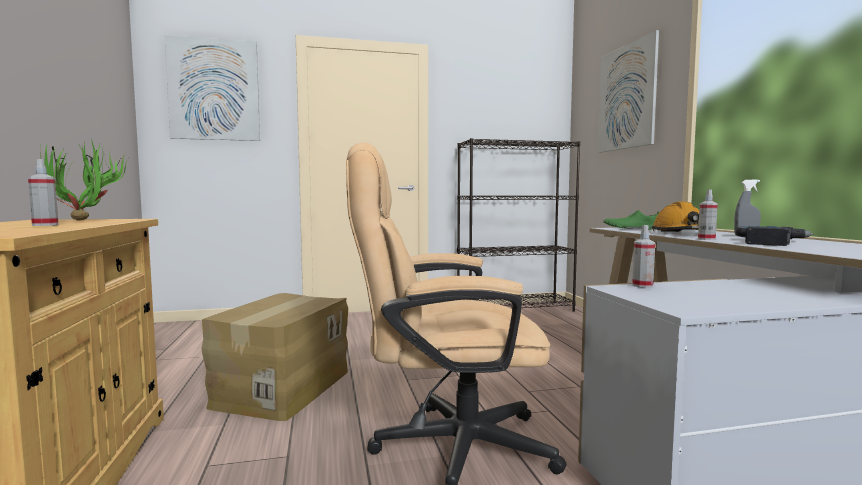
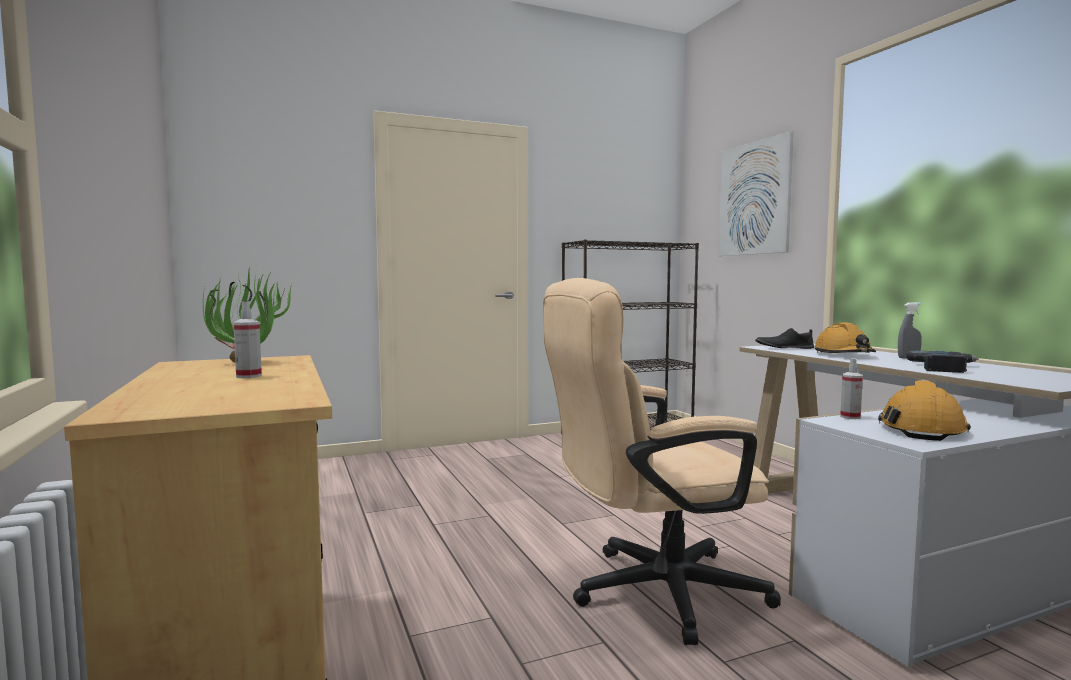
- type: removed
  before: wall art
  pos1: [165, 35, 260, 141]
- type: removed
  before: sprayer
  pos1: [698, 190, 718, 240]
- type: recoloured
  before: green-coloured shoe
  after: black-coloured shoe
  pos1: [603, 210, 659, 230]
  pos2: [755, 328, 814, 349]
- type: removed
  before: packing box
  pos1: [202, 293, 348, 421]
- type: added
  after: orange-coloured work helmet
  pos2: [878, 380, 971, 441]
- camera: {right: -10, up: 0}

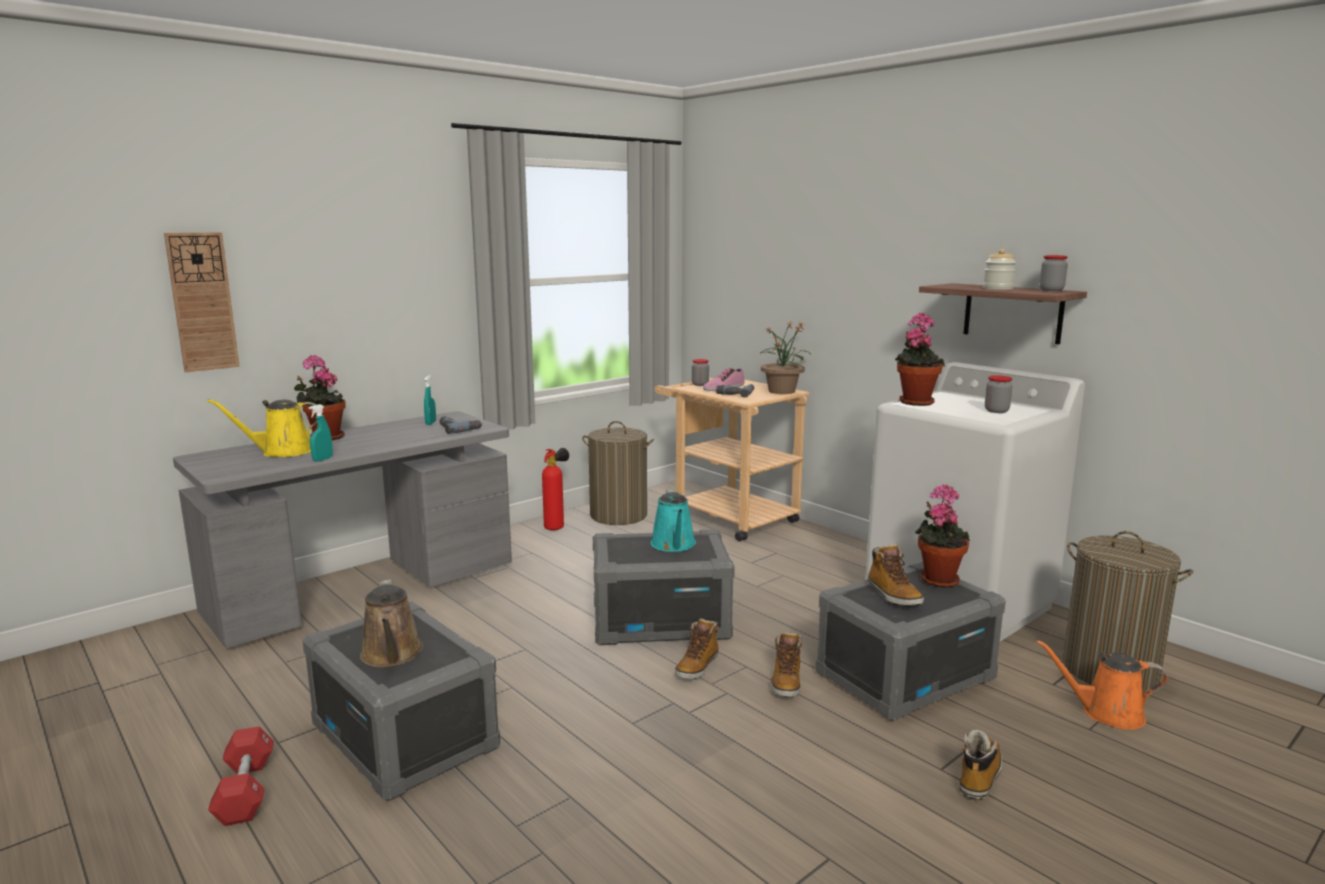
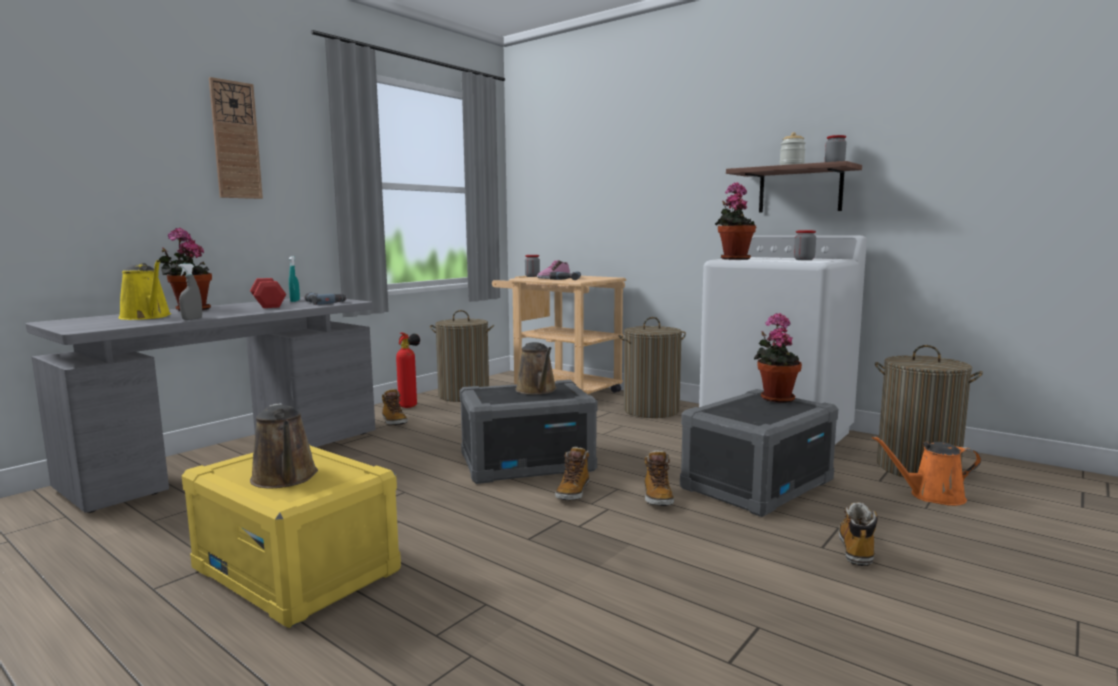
- type: moved
  before: hanging clock
  pos1: [164, 232, 240, 372]
  pos2: [209, 77, 263, 199]
- type: removed
  before: potted plant
  pos1: [760, 321, 811, 394]
- type: turned
  before: yellowish watering can
  pos1: [207, 399, 317, 457]
  pos2: [119, 260, 171, 320]
  turn: -105
- type: recoloured
  before: turquoise-coloured sprayer
  after: gray sprayer
  pos1: [309, 404, 333, 462]
  pos2: [178, 263, 202, 320]
- type: recoloured
  before: turquoise-coloured watering can
  after: brown watering can
  pos1: [651, 490, 696, 552]
  pos2: [516, 342, 557, 395]
- type: moved
  before: tall boot
  pos1: [868, 544, 924, 605]
  pos2: [382, 389, 408, 426]
- type: recoloured
  before: gray storage box
  after: yellowish storage box
  pos1: [302, 601, 500, 801]
  pos2: [182, 445, 401, 628]
- type: moved
  before: red-coloured free weight
  pos1: [208, 726, 274, 826]
  pos2: [250, 278, 286, 308]
- type: added
  after: washing basket
  pos2: [619, 317, 686, 418]
- camera: {right: -10, up: -5}

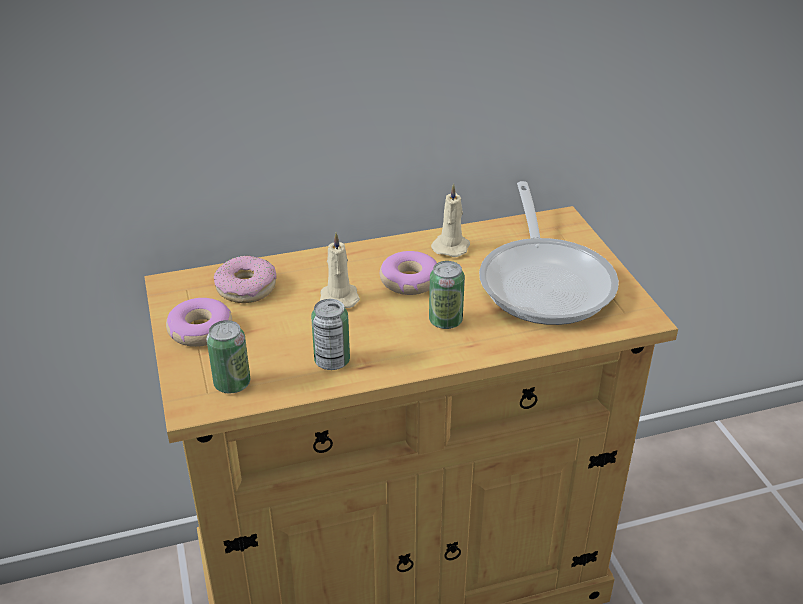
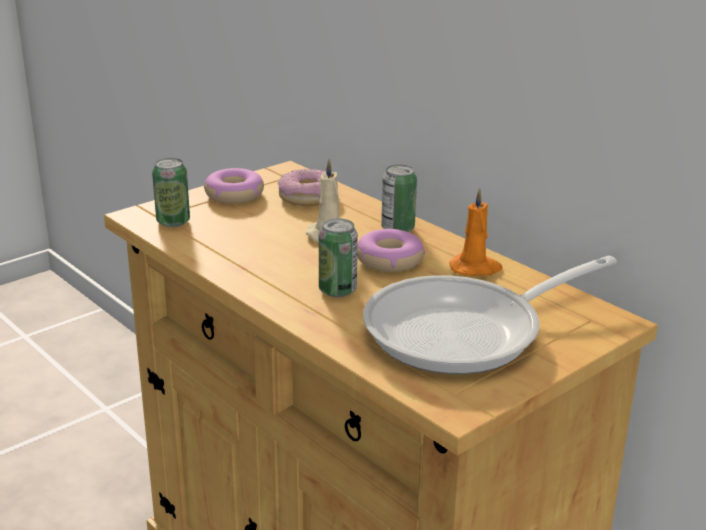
- type: recoloured
  before: sand-coloured wax light
  after: orange-coloured wax light
  pos1: [431, 184, 470, 257]
  pos2: [449, 188, 503, 276]
- type: moved
  before: metal can
  pos1: [311, 299, 350, 370]
  pos2: [381, 164, 417, 232]
- camera: {right: 65, up: -10}

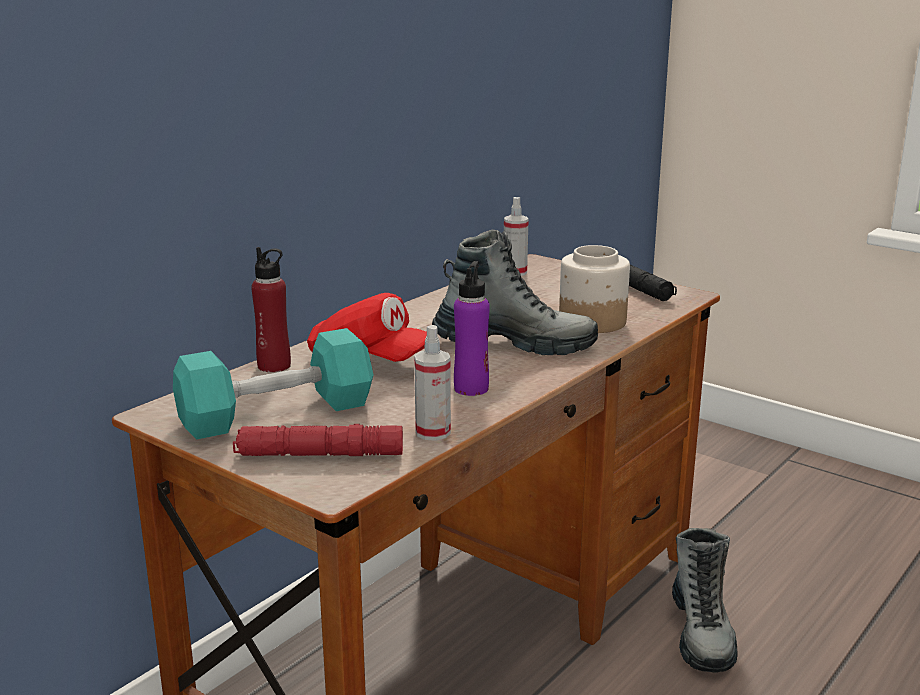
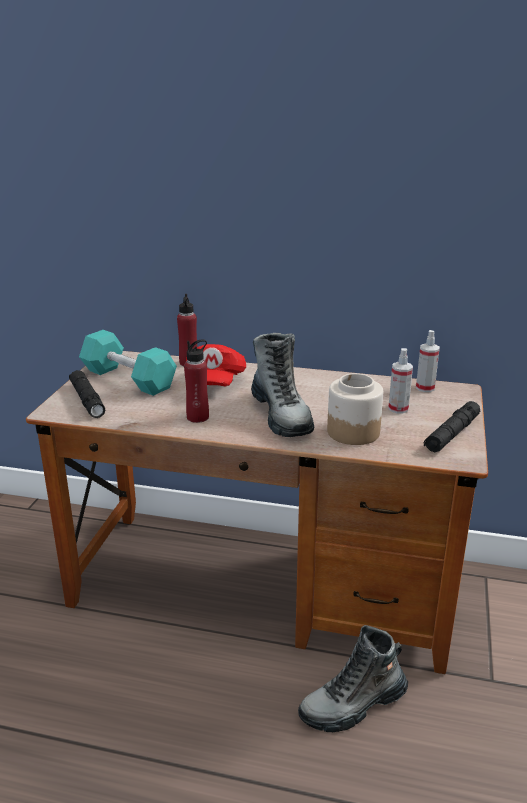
- type: recoloured
  before: purple-coloured drink bottle
  after: red-coloured drink bottle
  pos1: [454, 261, 490, 396]
  pos2: [184, 339, 209, 423]
- type: moved
  before: sprayer
  pos1: [414, 325, 451, 441]
  pos2: [388, 348, 413, 413]
- type: recoloured
  before: red-coloured flashlight
  after: black-coloured flashlight
  pos1: [233, 424, 403, 456]
  pos2: [69, 370, 105, 418]
- camera: {right: 65, up: 5}

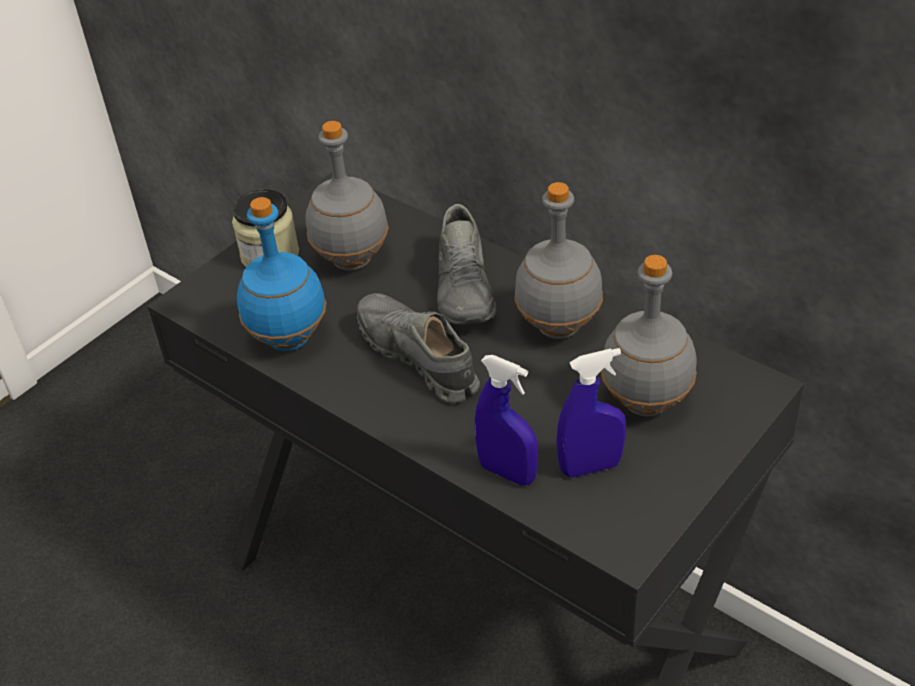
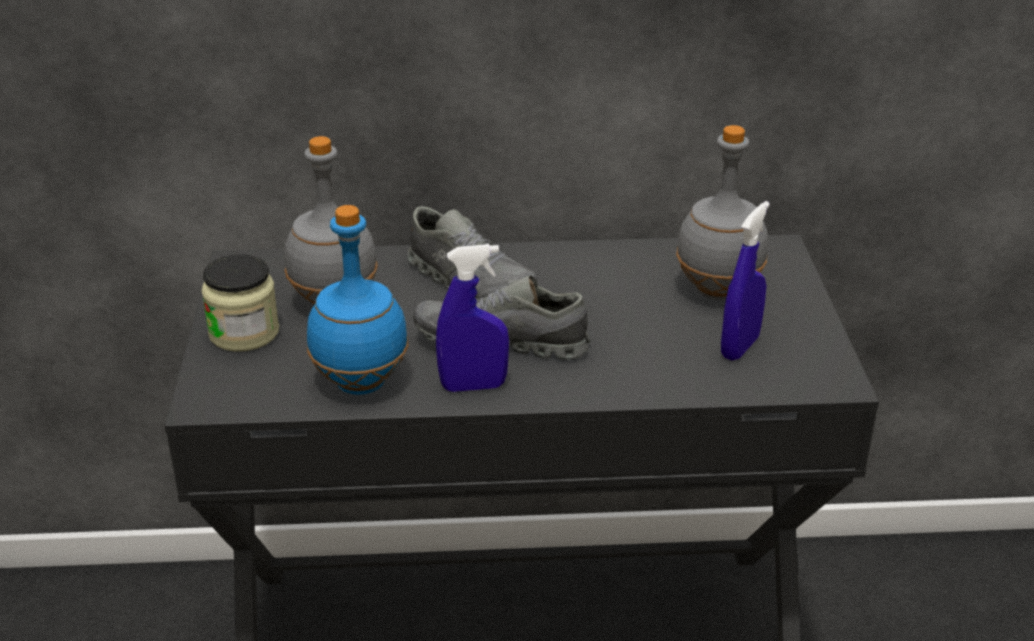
- type: removed
  before: gray drink bottle
  pos1: [514, 182, 603, 339]
- type: moved
  before: bluish sprayer
  pos1: [475, 355, 538, 486]
  pos2: [436, 244, 509, 392]
- camera: {right: -45, up: -10}

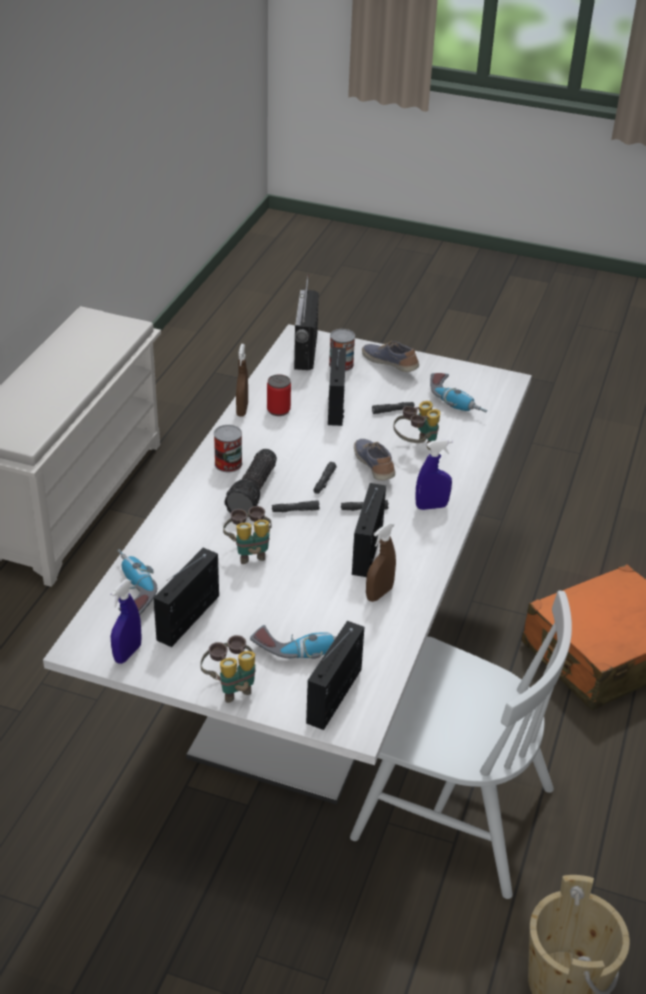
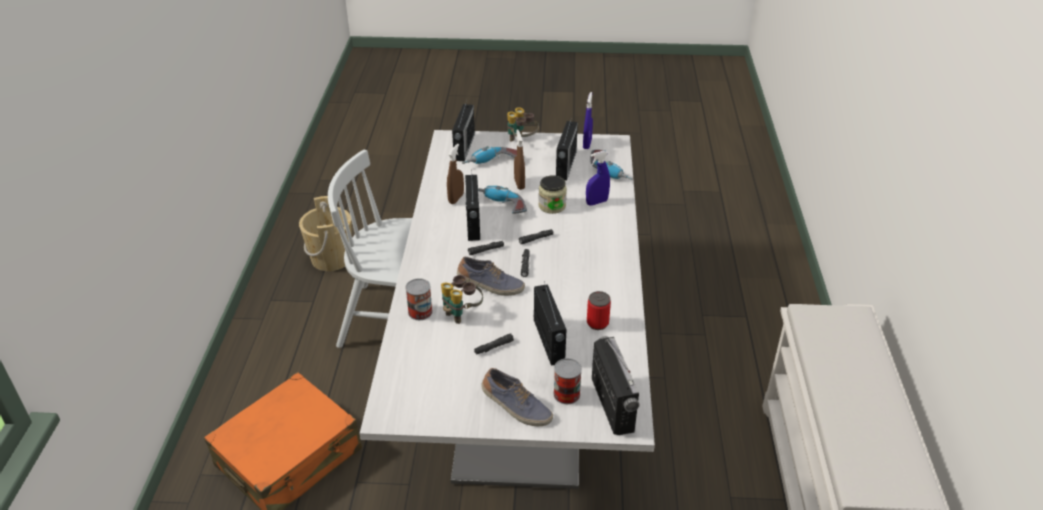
- type: moved
  before: brown sprayer
  pos1: [236, 344, 248, 417]
  pos2: [514, 129, 525, 190]
- type: moved
  before: drill
  pos1: [430, 373, 487, 412]
  pos2: [478, 186, 527, 214]
- type: moved
  before: metal can
  pos1: [214, 425, 242, 472]
  pos2: [405, 278, 433, 320]
- type: turned
  before: shoe
  pos1: [354, 439, 395, 481]
  pos2: [457, 257, 525, 296]
  turn: -45
- type: moved
  before: bluish sprayer
  pos1: [415, 439, 453, 510]
  pos2: [586, 151, 610, 206]
- type: removed
  before: flashlight
  pos1: [225, 449, 277, 513]
- type: replaced
  before: pair of binoculars
  after: storage jar
  pos1: [223, 506, 272, 564]
  pos2: [539, 175, 567, 214]
- camera: {right: 165, up: 0}

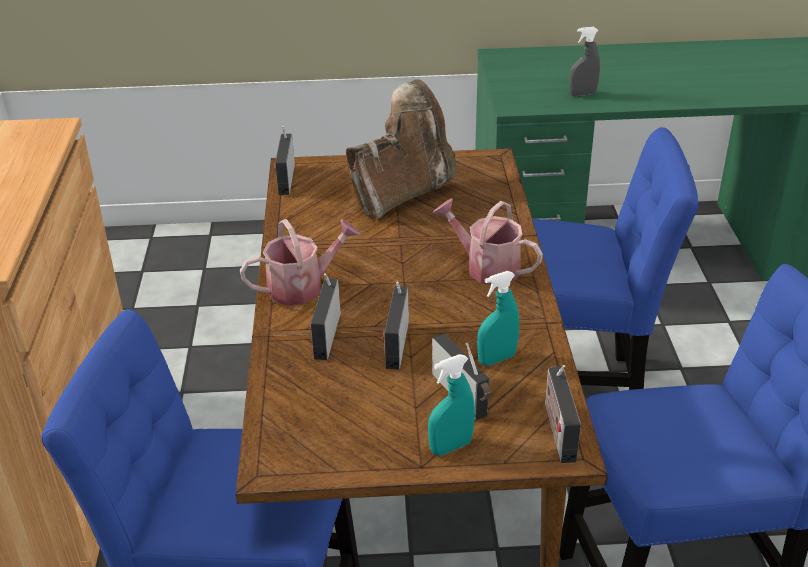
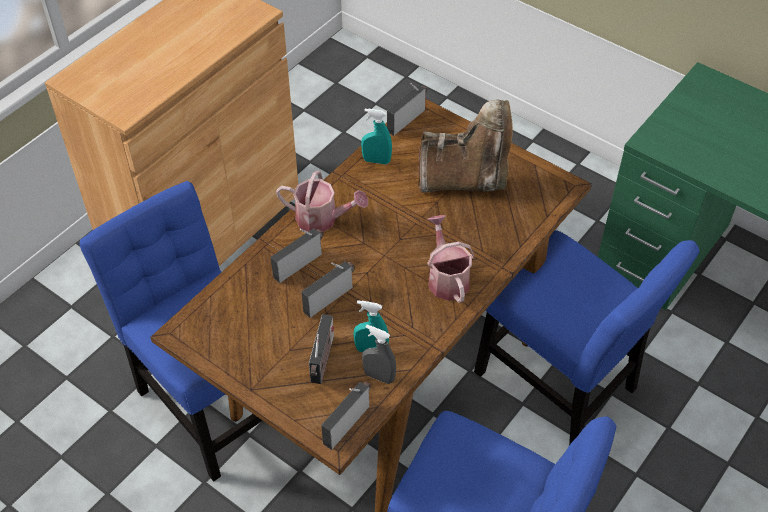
- type: moved
  before: gray sprayer
  pos1: [569, 27, 600, 96]
  pos2: [362, 325, 396, 384]
- type: moved
  before: turquoise-coloured sprayer
  pos1: [428, 354, 475, 455]
  pos2: [361, 109, 392, 164]
- camera: {right: 40, up: 15}

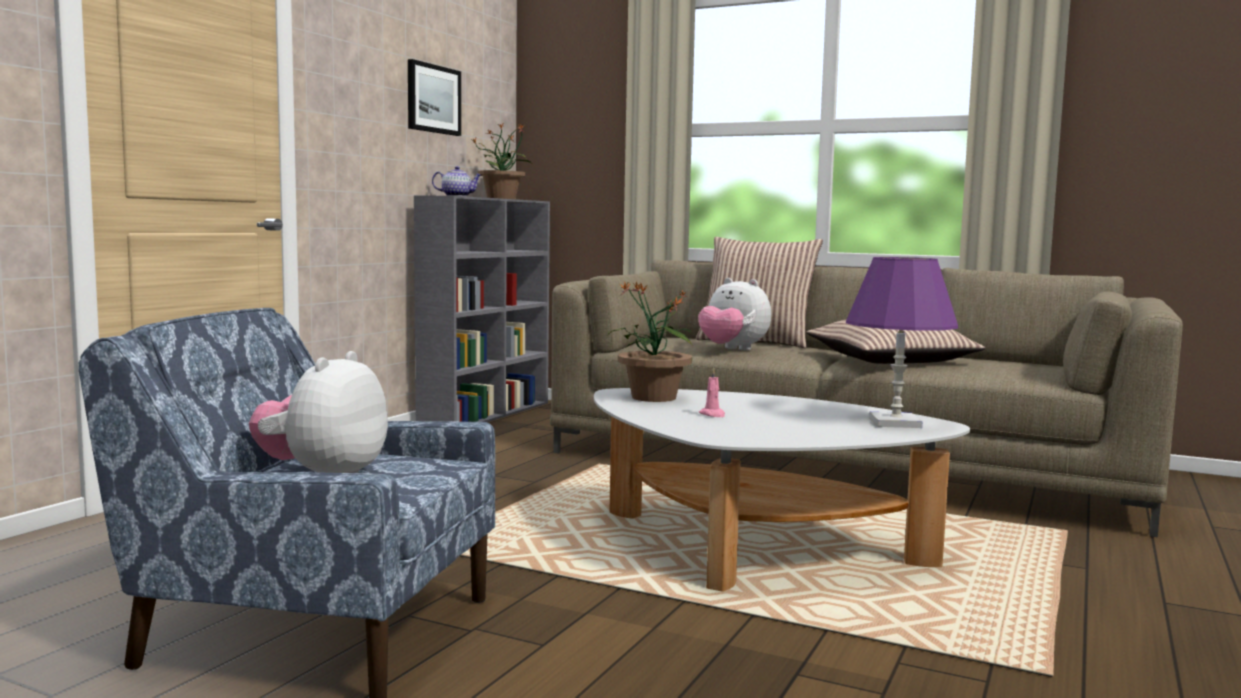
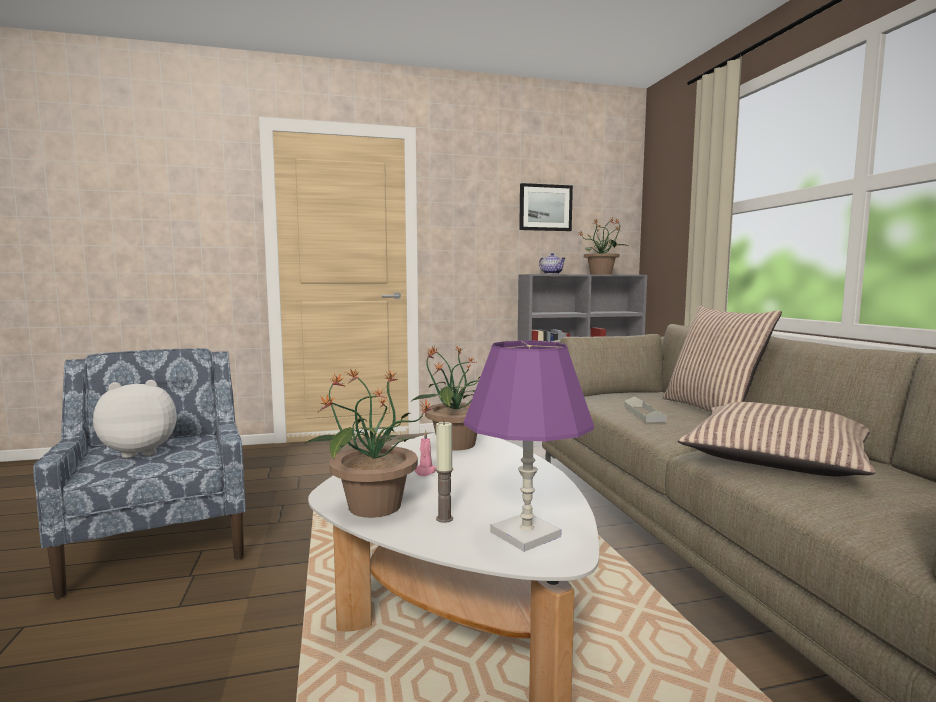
- type: replaced
  before: plush toy
  after: gray carrying tray
  pos1: [698, 278, 771, 350]
  pos2: [624, 397, 667, 422]
- type: added
  after: potted plant
  pos2: [303, 368, 433, 518]
- type: added
  after: wax light
  pos2: [436, 421, 453, 523]
- camera: {right: 50, up: 0}

